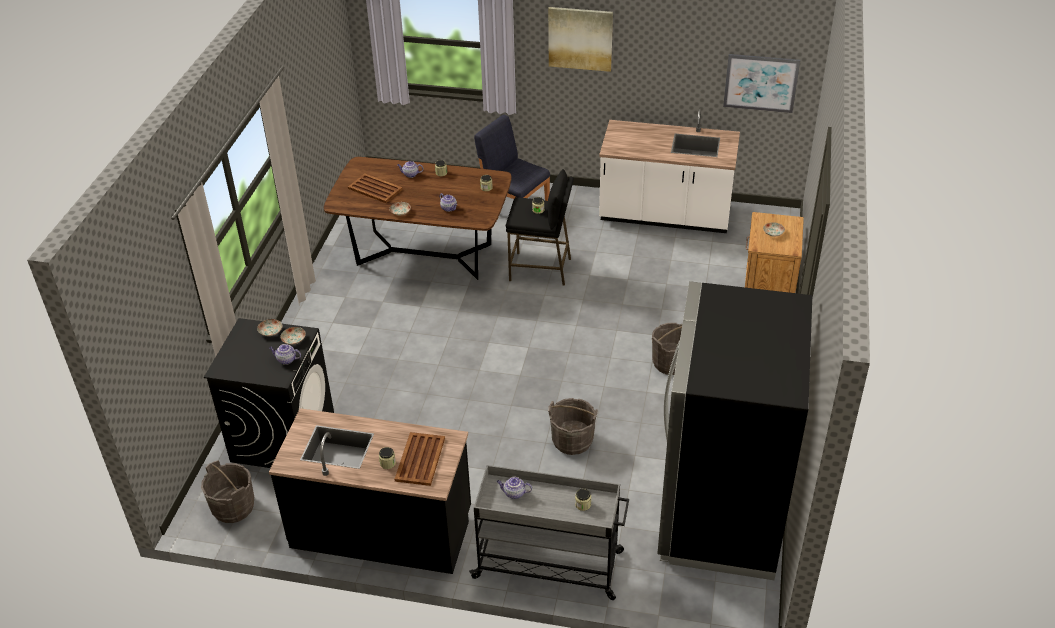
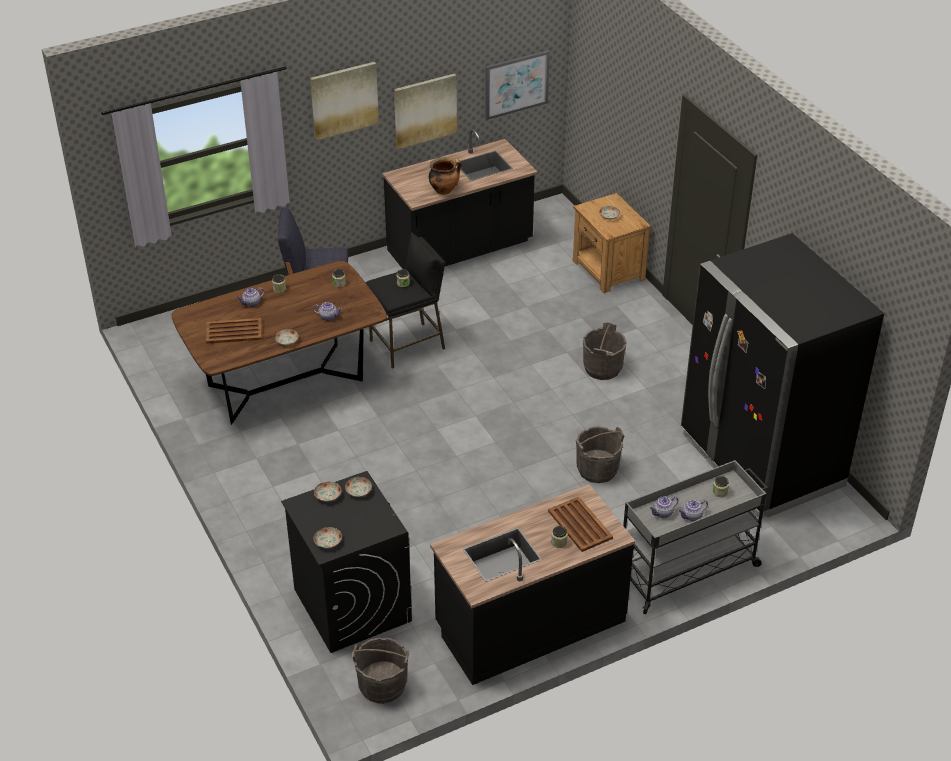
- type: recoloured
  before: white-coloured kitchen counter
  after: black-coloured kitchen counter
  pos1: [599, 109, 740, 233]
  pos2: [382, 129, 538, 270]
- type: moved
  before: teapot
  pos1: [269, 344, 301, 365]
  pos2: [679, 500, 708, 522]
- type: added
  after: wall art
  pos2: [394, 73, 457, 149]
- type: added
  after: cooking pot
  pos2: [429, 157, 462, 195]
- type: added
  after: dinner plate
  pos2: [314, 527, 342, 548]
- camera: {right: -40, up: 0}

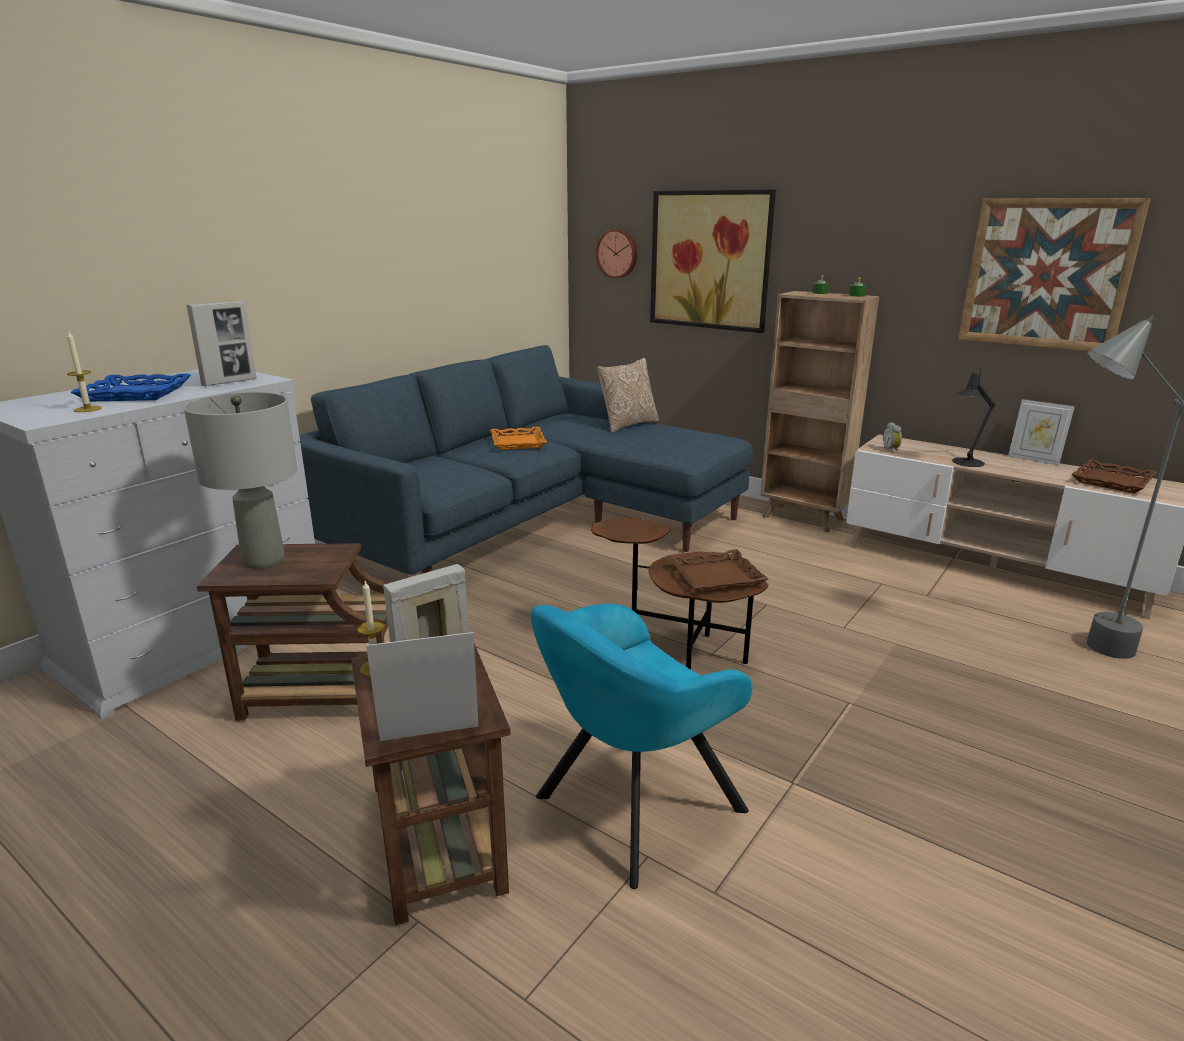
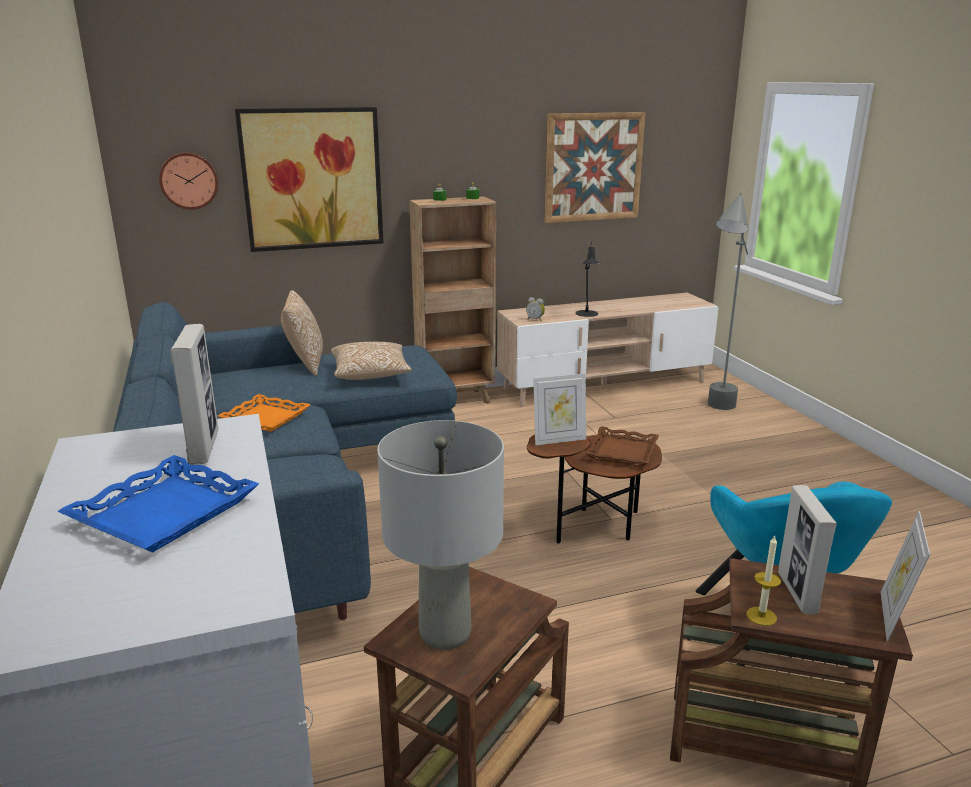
- type: removed
  before: wax light
  pos1: [67, 330, 102, 412]
- type: moved
  before: picture frame
  pos1: [1008, 399, 1075, 466]
  pos2: [533, 373, 586, 445]
- type: removed
  before: brown carrying tray
  pos1: [1071, 459, 1157, 493]
- type: added
  after: pillow
  pos2: [331, 342, 412, 380]
- camera: {right: -55, up: 0}

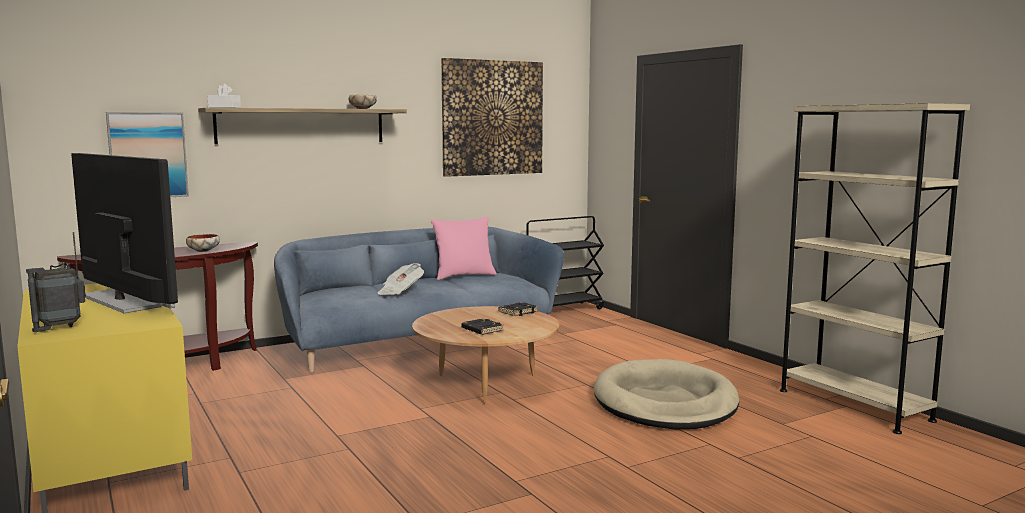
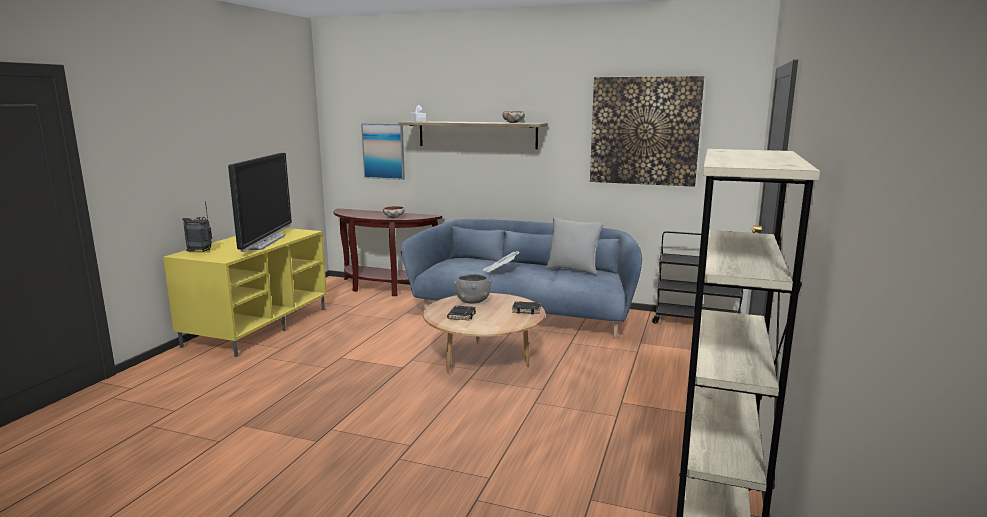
- type: recoloured
  before: pink pillow
  after: gray pillow
  pos1: [431, 217, 496, 280]
  pos2: [546, 217, 604, 275]
- type: removed
  before: sand-coloured pet bed
  pos1: [594, 359, 739, 429]
- type: added
  after: gray bowl
  pos2: [454, 274, 491, 304]
- camera: {right: 50, up: 5}

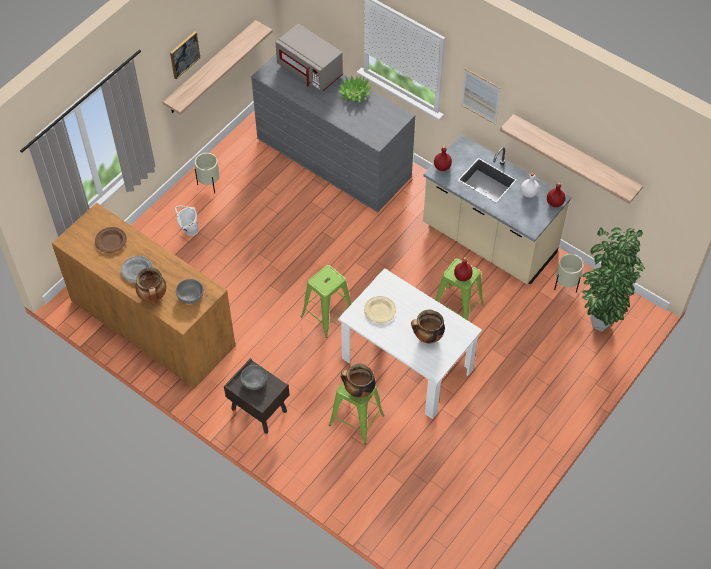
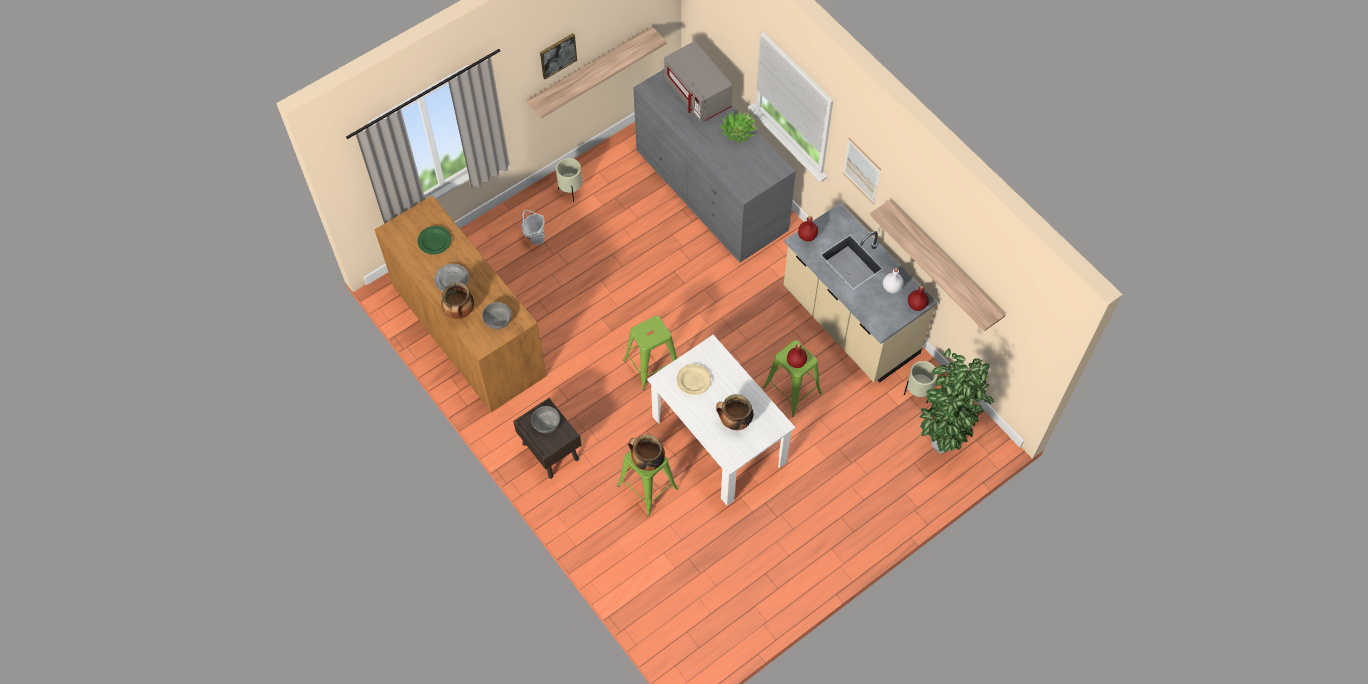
- type: recoloured
  before: brown dinner plate
  after: green-coloured dinner plate
  pos1: [95, 227, 127, 253]
  pos2: [417, 226, 451, 255]
- camera: {right: 15, up: 5}

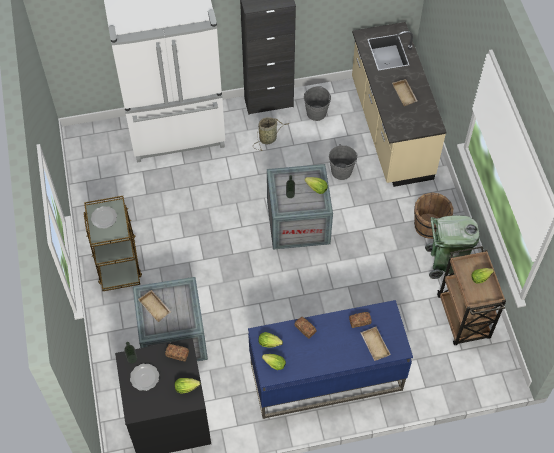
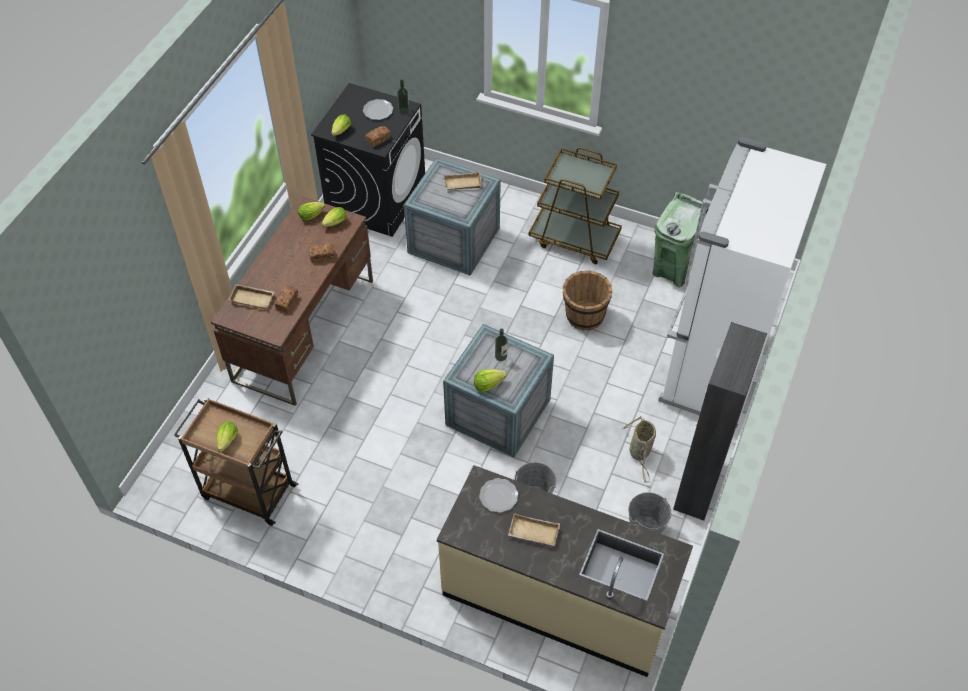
- type: moved
  before: brown water bucket
  pos1: [414, 192, 453, 239]
  pos2: [563, 271, 612, 330]
- type: moved
  before: dinner plate
  pos1: [91, 206, 117, 229]
  pos2: [479, 478, 518, 513]
- type: moved
  before: green-coloured waste bin
  pos1: [425, 215, 480, 279]
  pos2: [652, 192, 709, 287]
- type: recoloured
  before: bluish desk table
  after: brown desk table
  pos1: [248, 300, 413, 419]
  pos2: [211, 196, 373, 406]
- camera: {right: 125, up: -5}

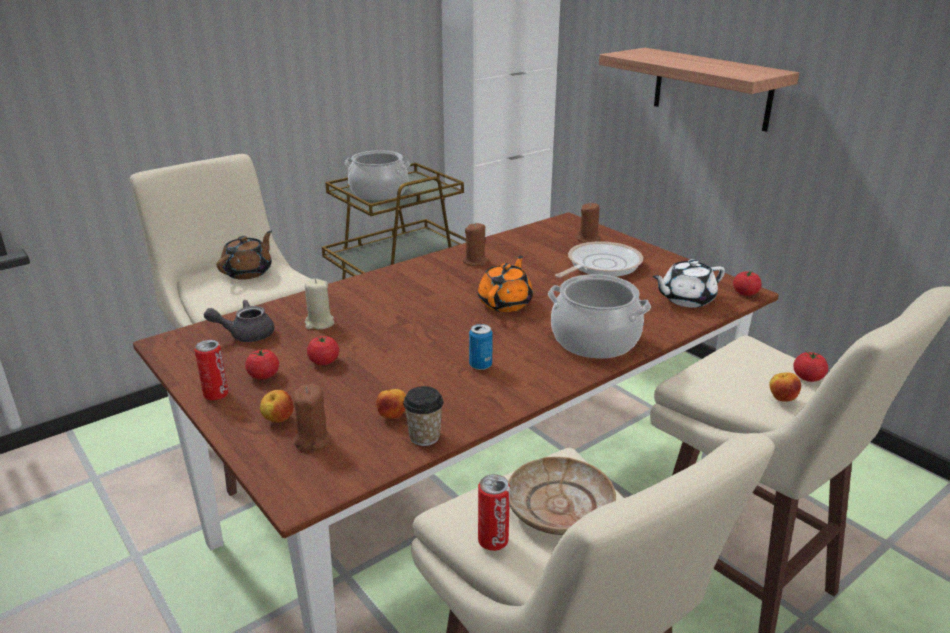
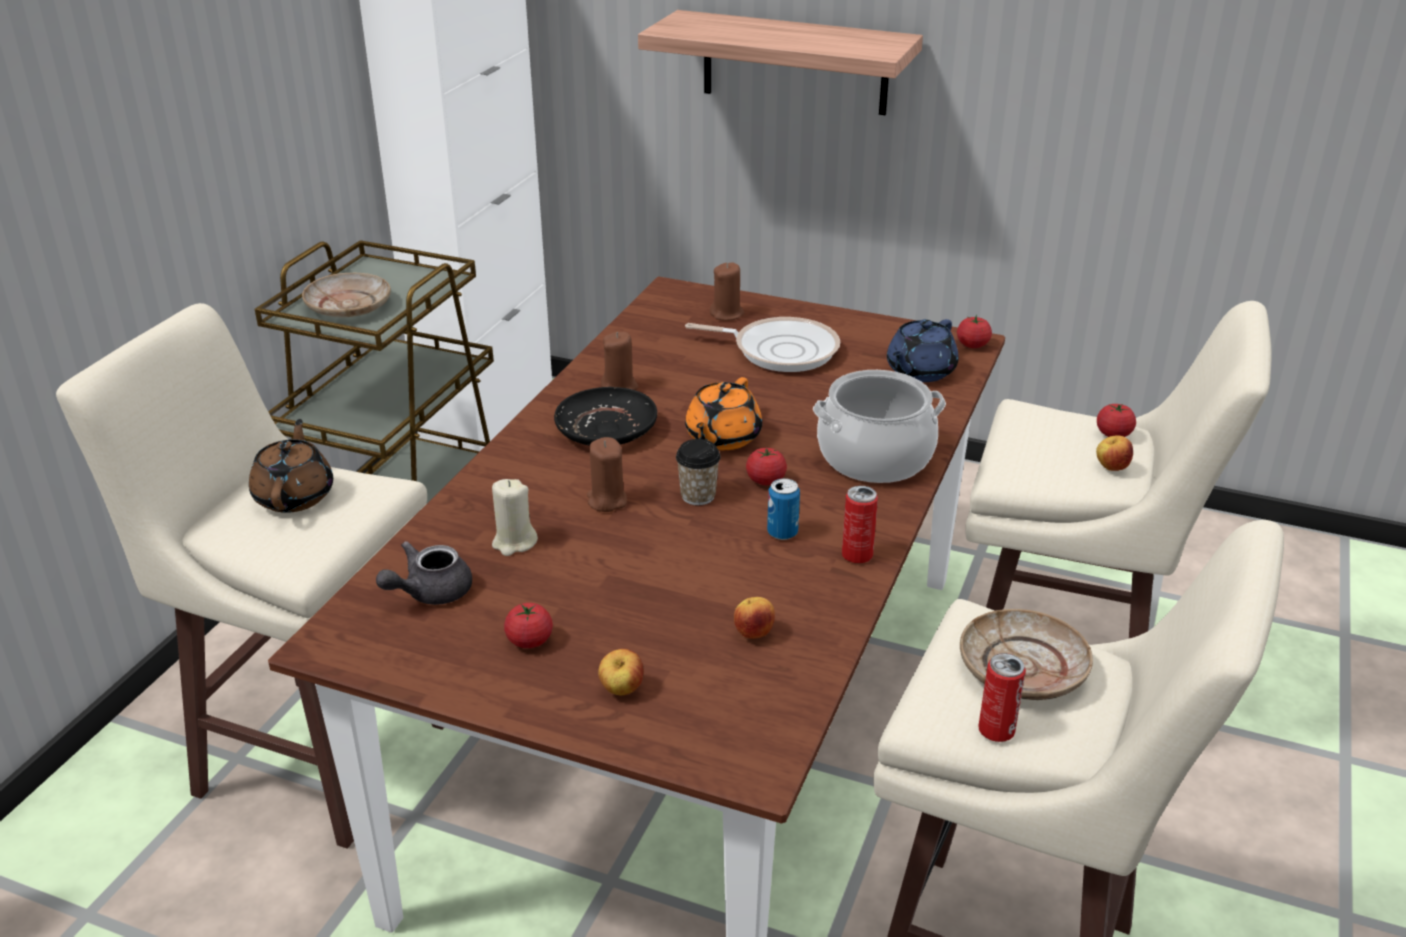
- type: replaced
  before: cooking pot
  after: sand-coloured dinner plate
  pos1: [345, 150, 410, 200]
  pos2: [302, 273, 391, 317]
- type: turned
  before: pan
  pos1: [555, 241, 643, 278]
  pos2: [685, 317, 840, 372]
  turn: 90
- type: turned
  before: orange-coloured teapot
  pos1: [478, 256, 533, 312]
  pos2: [685, 377, 762, 450]
  turn: -150
- type: recoloured
  before: white-coloured teapot
  after: bluish teapot
  pos1: [652, 259, 725, 308]
  pos2: [887, 319, 959, 382]
- type: moved
  before: whole tomato
  pos1: [307, 336, 339, 365]
  pos2: [746, 447, 787, 485]
- type: moved
  before: metal can
  pos1: [195, 340, 228, 400]
  pos2: [842, 486, 878, 563]
- type: moved
  before: brown wax light
  pos1: [293, 384, 331, 450]
  pos2: [587, 437, 627, 512]
- type: moved
  before: drinking cup
  pos1: [403, 386, 444, 446]
  pos2: [676, 439, 721, 505]
- type: added
  after: black-coloured dinner plate
  pos2: [554, 387, 657, 445]
- camera: {right: -30, up: 5}

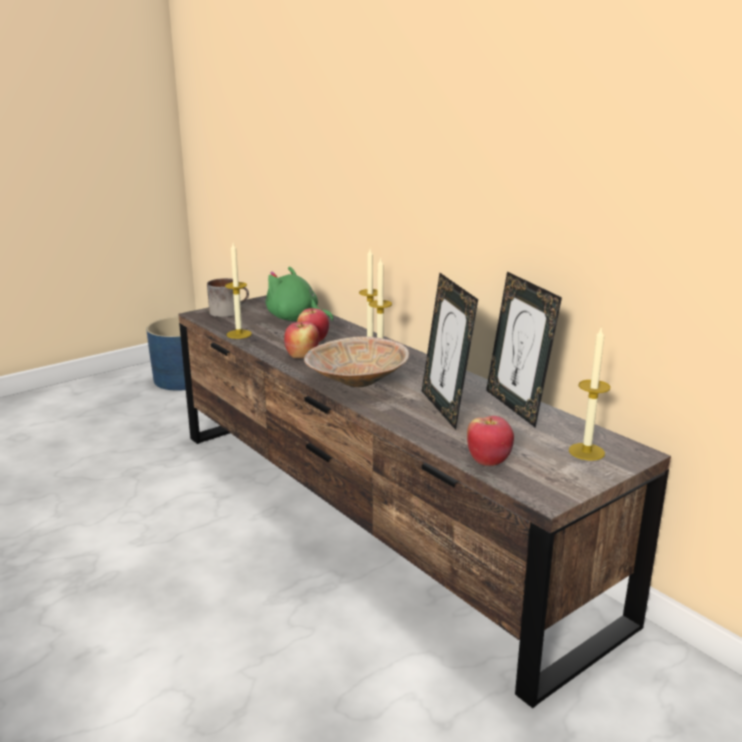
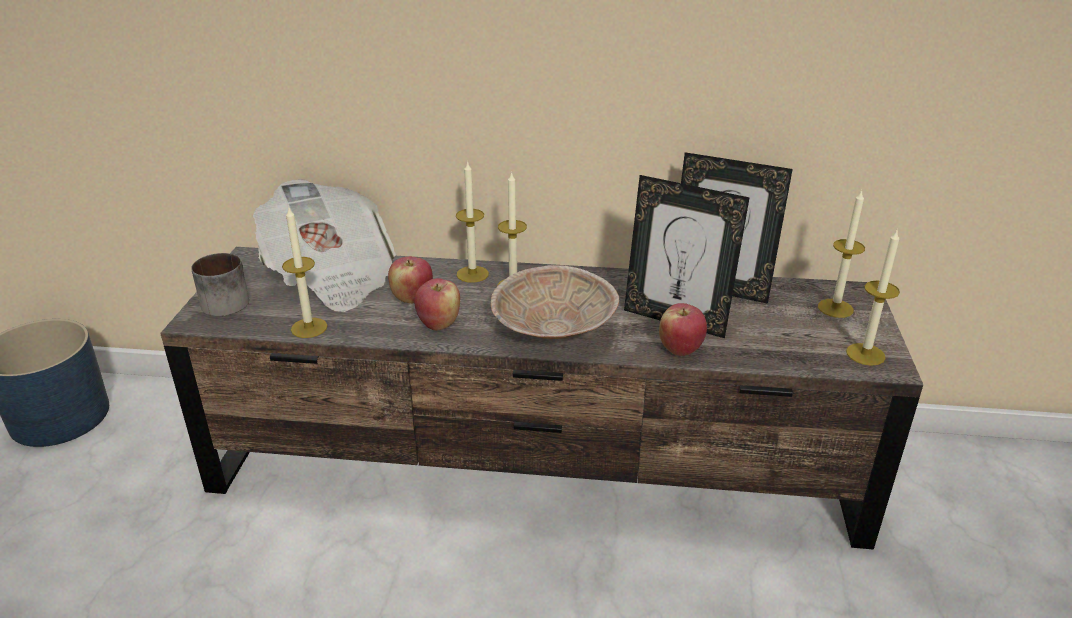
- type: replaced
  before: green-coloured plush toy
  after: printed paper
  pos1: [266, 267, 334, 321]
  pos2: [253, 179, 396, 312]
- type: moved
  before: whole apple
  pos1: [467, 416, 514, 466]
  pos2: [659, 303, 707, 356]
- type: added
  after: wax light
  pos2: [846, 230, 900, 366]
- camera: {right: -45, up: 10}

